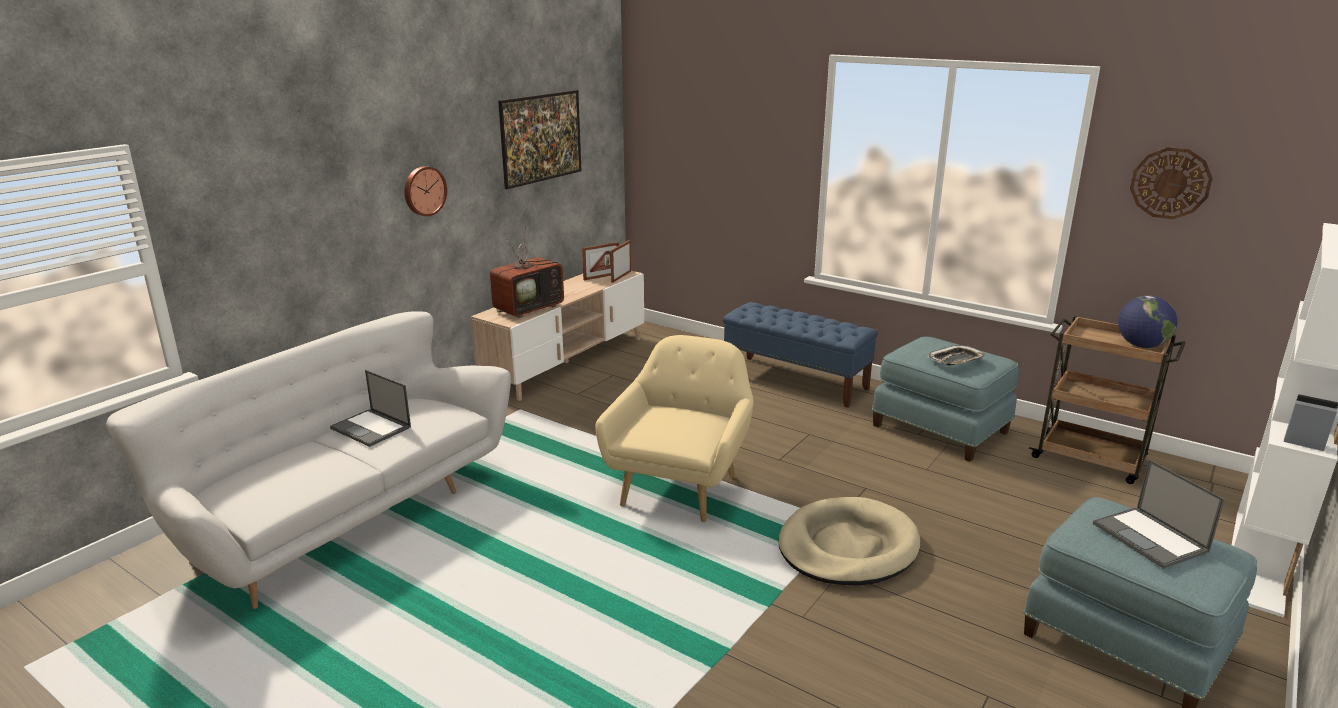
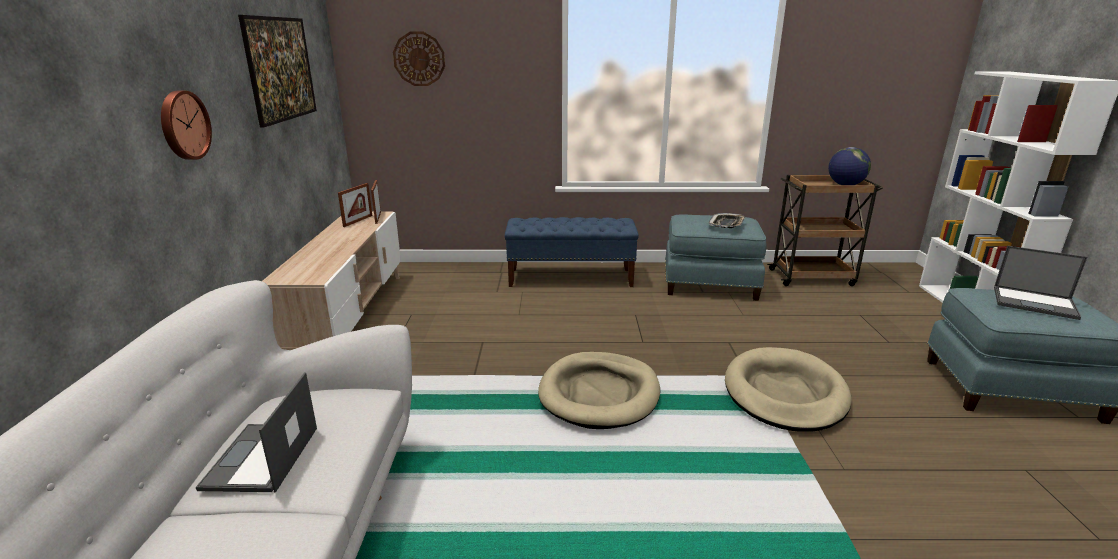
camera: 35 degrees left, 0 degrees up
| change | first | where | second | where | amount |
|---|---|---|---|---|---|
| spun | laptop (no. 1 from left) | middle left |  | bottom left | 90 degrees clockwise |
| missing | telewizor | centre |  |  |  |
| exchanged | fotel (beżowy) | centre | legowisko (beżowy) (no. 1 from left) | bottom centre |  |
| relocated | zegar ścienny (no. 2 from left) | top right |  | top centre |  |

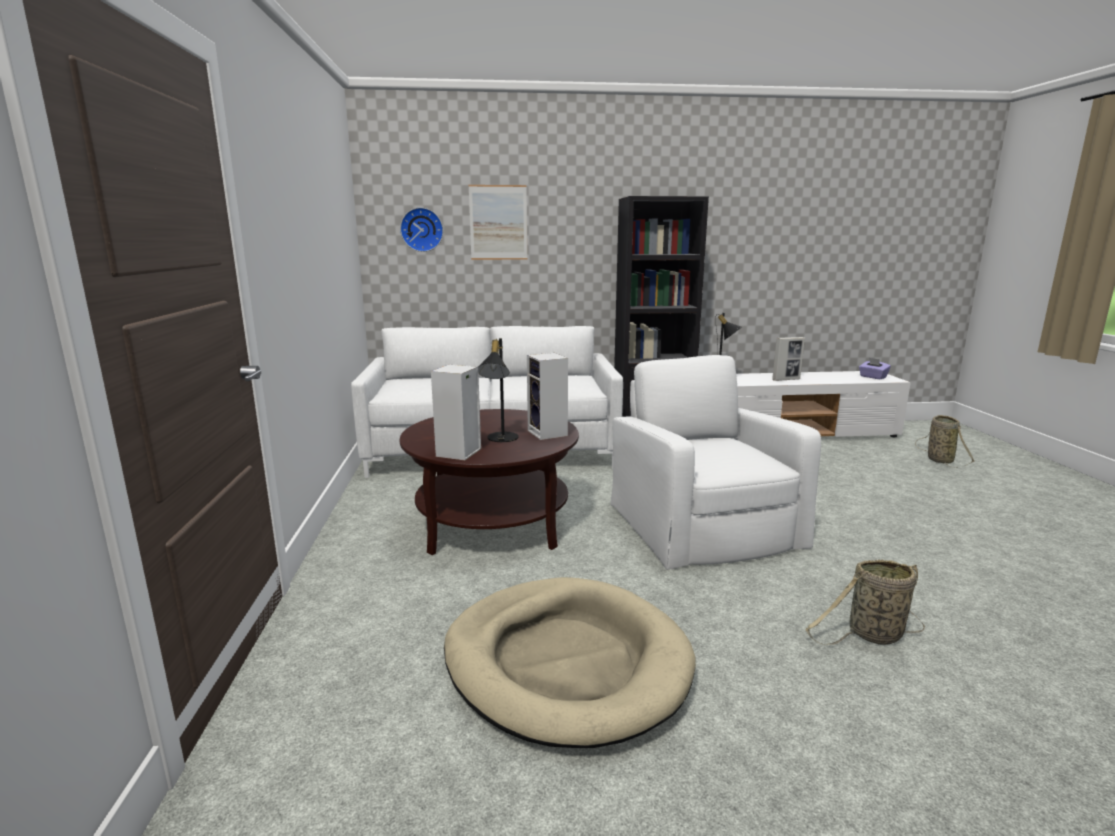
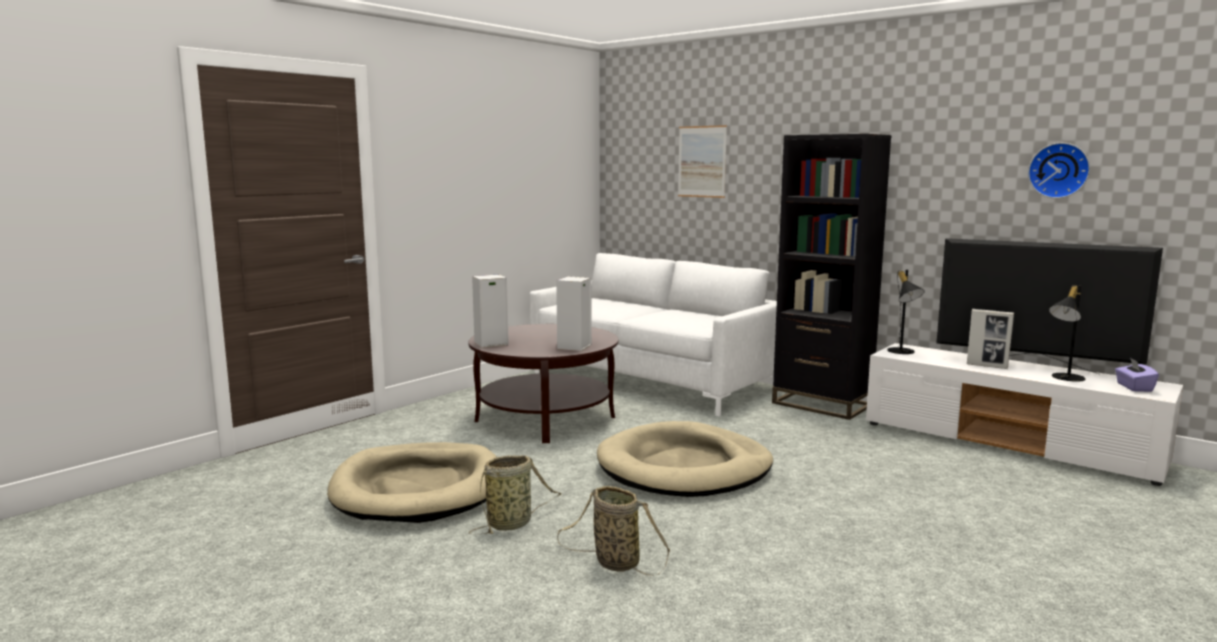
camera: 45 degrees right, 5 degrees down
| change | first | where | second | where | amount |
|---|---|---|---|---|---|
| relocated | zegar ścienny | top centre |  | top right |  |
| relocated | lampa stołowa (czarny) (no. 1 from left in the first image) | centre | lampa stołowa (czarny) (no. 2 from left) | middle right |  |
| exchanged | fotel (biały) | centre | legowisko (beżowy) (no. 2 from left) | bottom centre |  |
| relocated | koszyk (no. 2 from left in the first image) | middle right | koszyk (no. 1 from left) | bottom centre |  |
| appeared |  |  | telewizor | middle right |  |

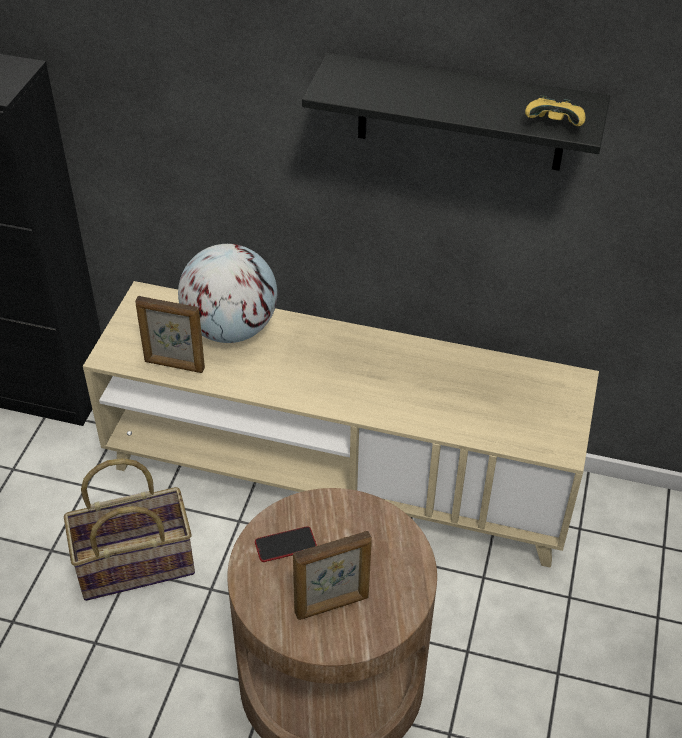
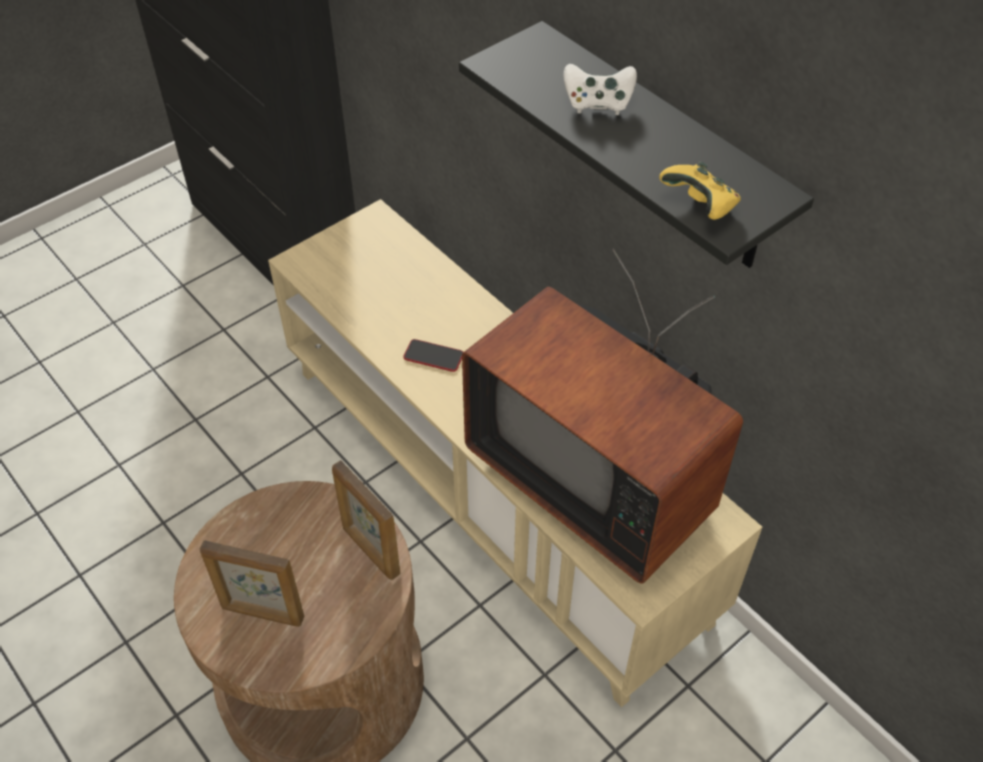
camera: 35 degrees right, 5 degrees up
| change | first | where | second | where | amount |
|---|---|---|---|---|---|
| missing | koszyk | bottom left |  |  |  |
| relocated | ramka na zdjęcie (no. 1 from left in the first image) | middle left | ramka na zdjęcie (no. 2 from left) | bottom centre |  |
| missing | globus | middle left |  |  |  |
| relocated | telefon | bottom centre |  | centre |  |
| appeared |  |  | telewizor | centre |  |
| appeared |  |  | pad do gier (biały) | top centre |  |

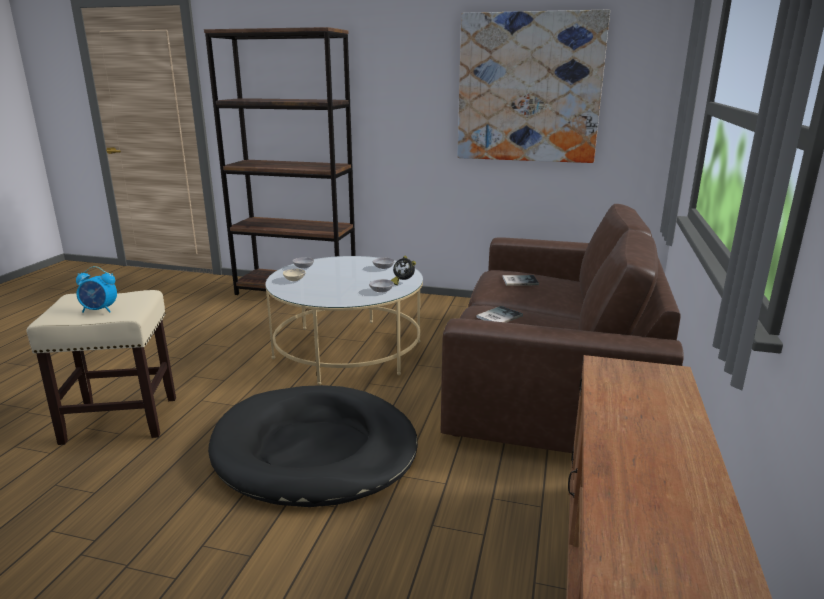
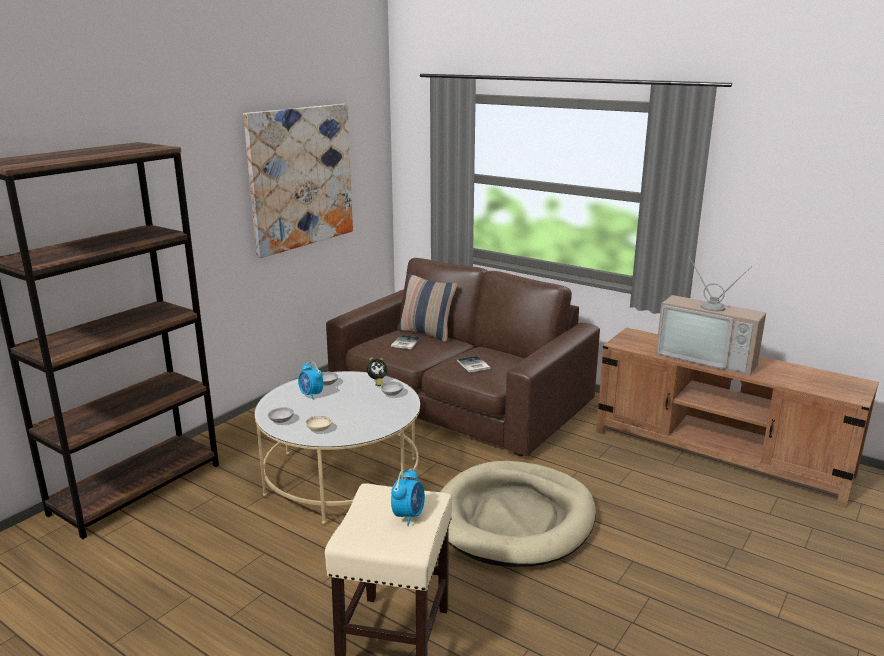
camera: 70 degrees left, 0 degrees up
| change | first | where | second | where | amount |
|---|---|---|---|---|---|
| colour | legowisko (czarny) | bottom centre | legowisko (beżowy) | bottom centre |  |
| appeared |  |  | budzik (no. 1 from left) | centre |  |
| appeared |  |  | poduszka | centre |  |
| appeared |  |  | telewizor | middle right |  |

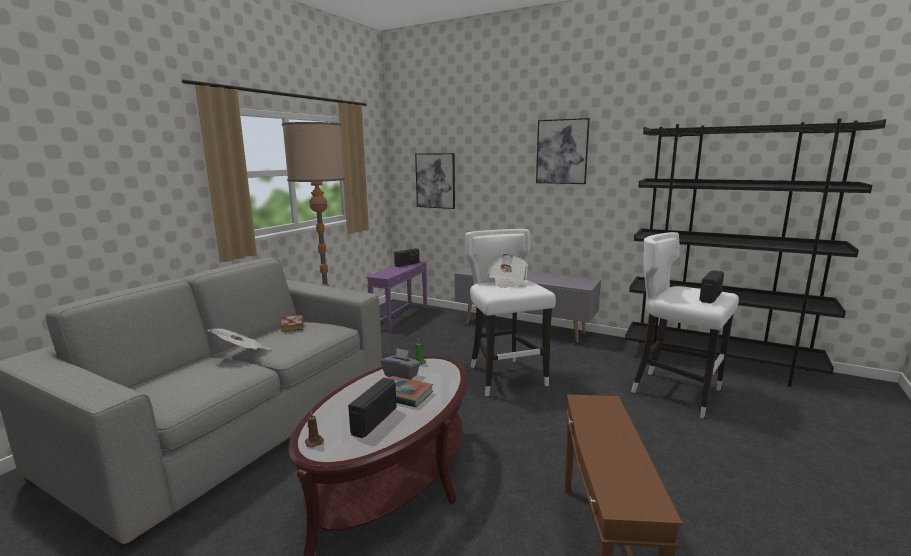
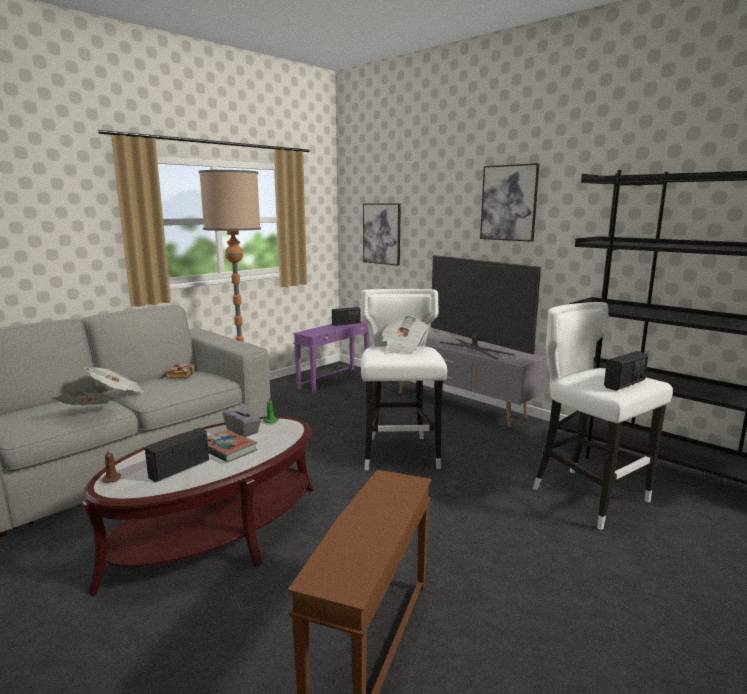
camera: 15 degrees right, 0 degrees up
| change | first | where | second | where | amount |
|---|---|---|---|---|---|
| appeared |  |  | gazeta (no. 1 from left) | middle left |  |
| appeared |  |  | telewizor | centre |  |

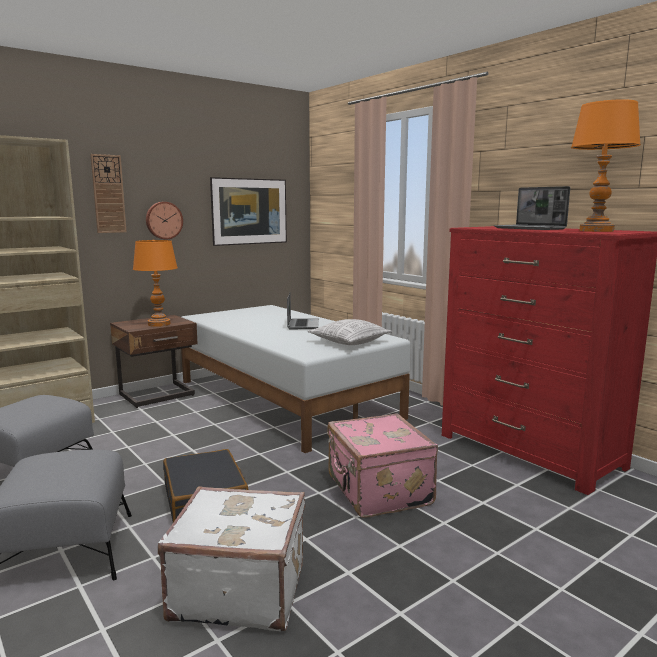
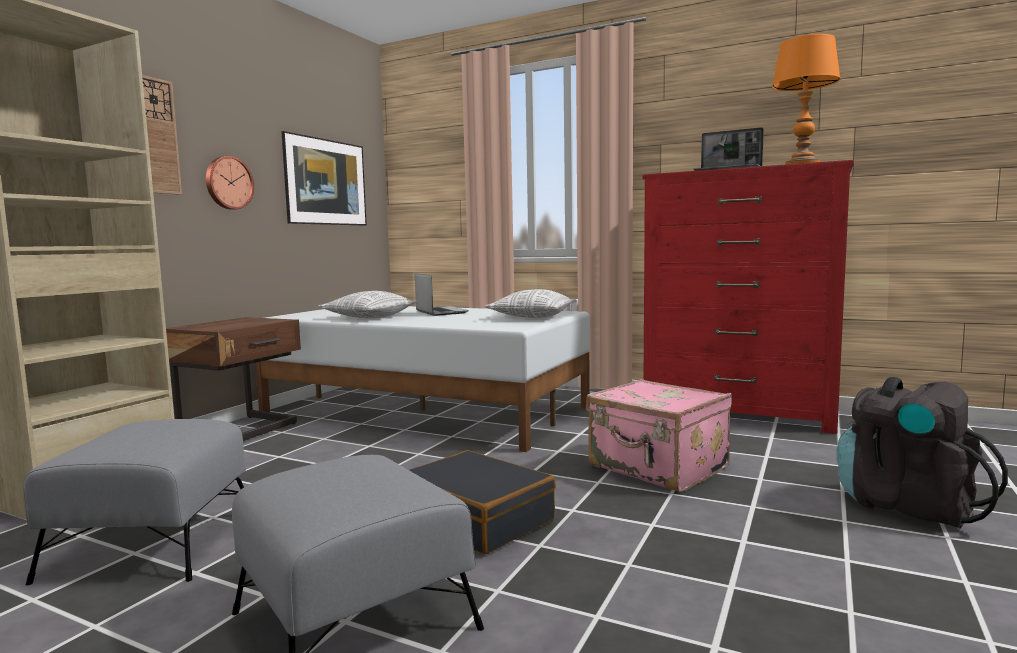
camera: 25 degrees left, 5 degrees down
| change | first | where | second | where | amount |
|---|---|---|---|---|---|
| missing | lampa stołowa (pomarańczowy) (no. 1 from left) | middle left |  |  |  |
| missing | walizka (biały) | bottom centre |  |  |  |
| appeared |  |  | poduszka (no. 1 from left) | centre |  |
| appeared |  |  | plecak (czarny) | bottom right |  |

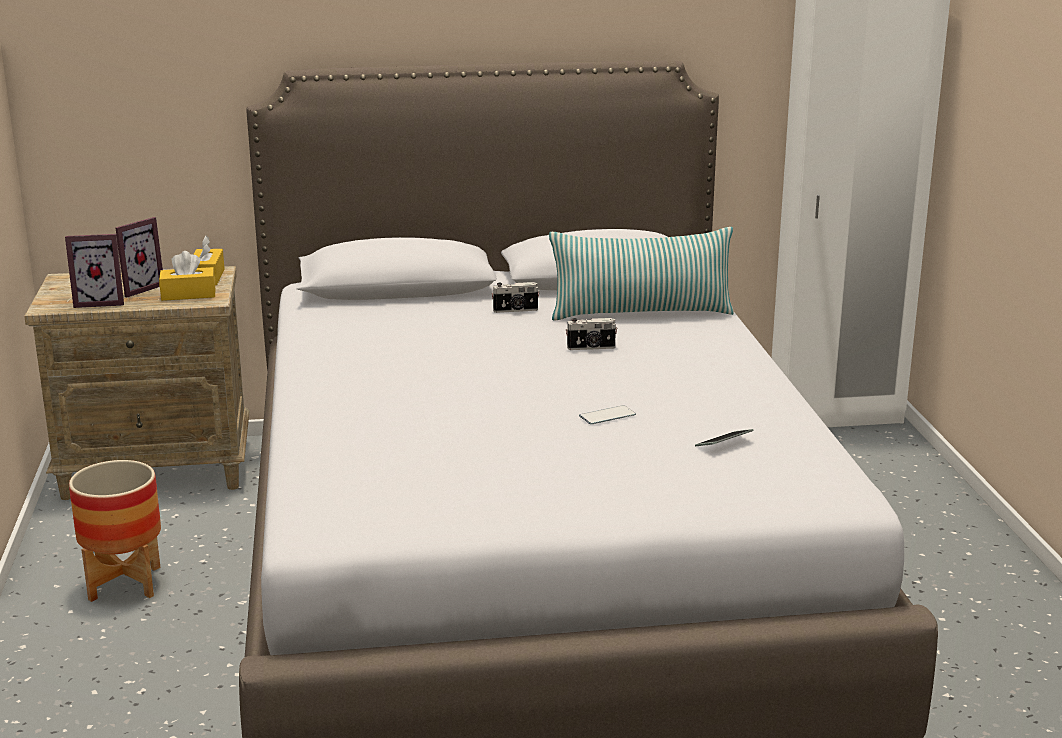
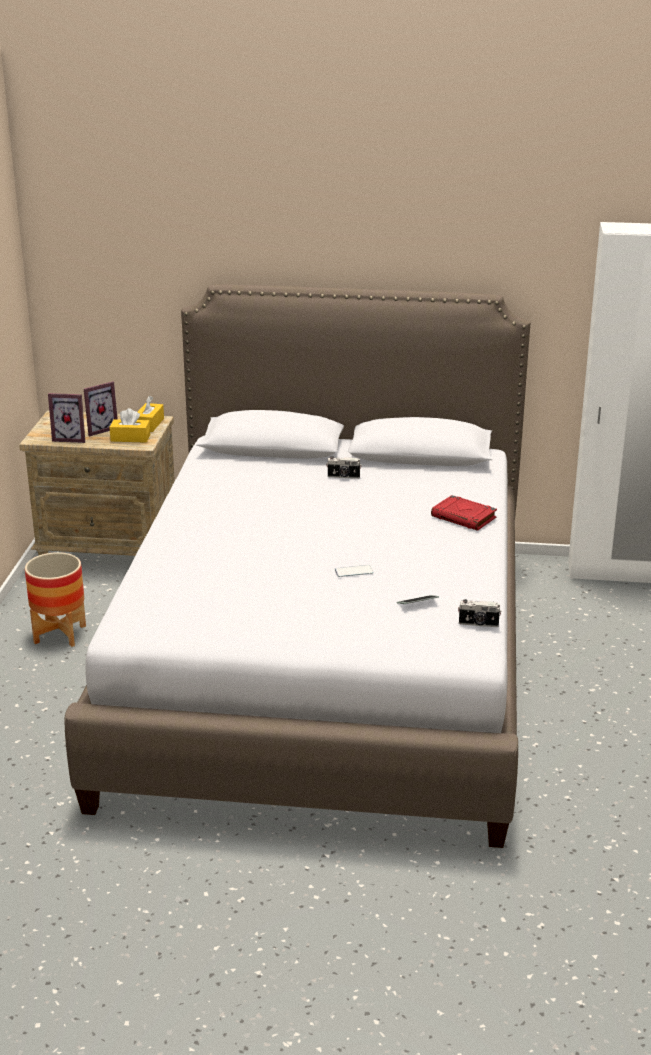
camera: 15 degrees right, 5 degrees up
| change | first | where | second | where | amount |
|---|---|---|---|---|---|
| missing | poduszka | centre |  |  |  |
| relocated | aparat fotograficzny (no. 2 from left) | centre |  | middle right |  |
| appeared |  |  | książka (czerwony) | middle right |  |

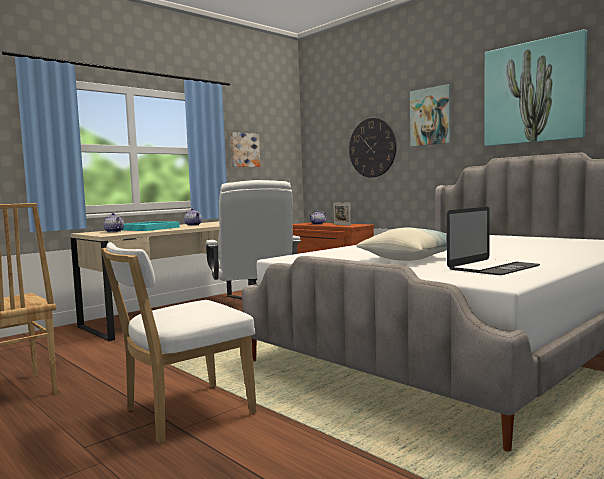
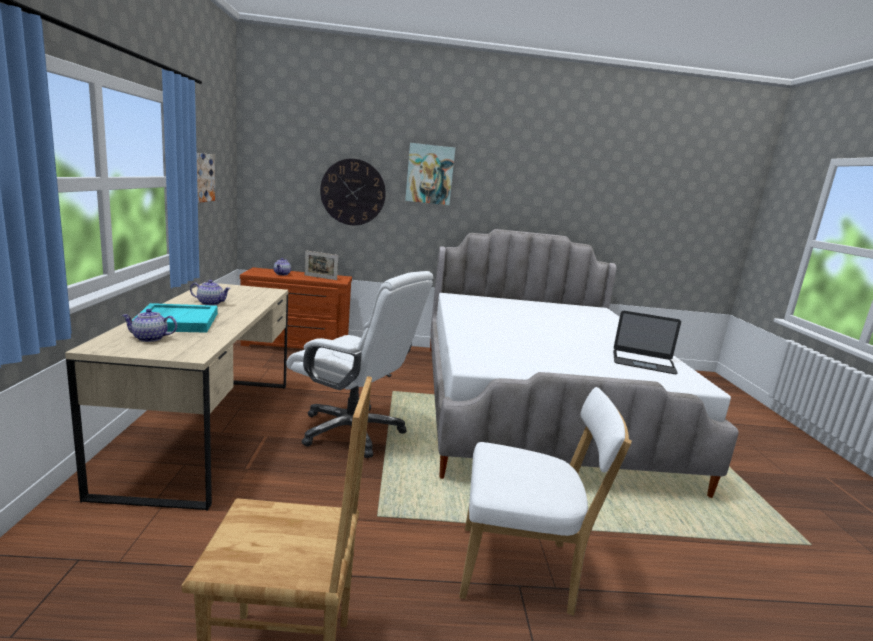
camera: 50 degrees left, 10 degrees up
| change | first | where | second | where | amount |
|---|---|---|---|---|---|
| spun | krzesło (biały) | bottom left |  | bottom centre | 90 degrees counterclockwise |
| missing | poduszka | centre |  |  |  |
| spun | laptop | middle right |  | middle right | 105 degrees clockwise |
| missing | obraz (no. 3 from left) | top right |  |  |  |

